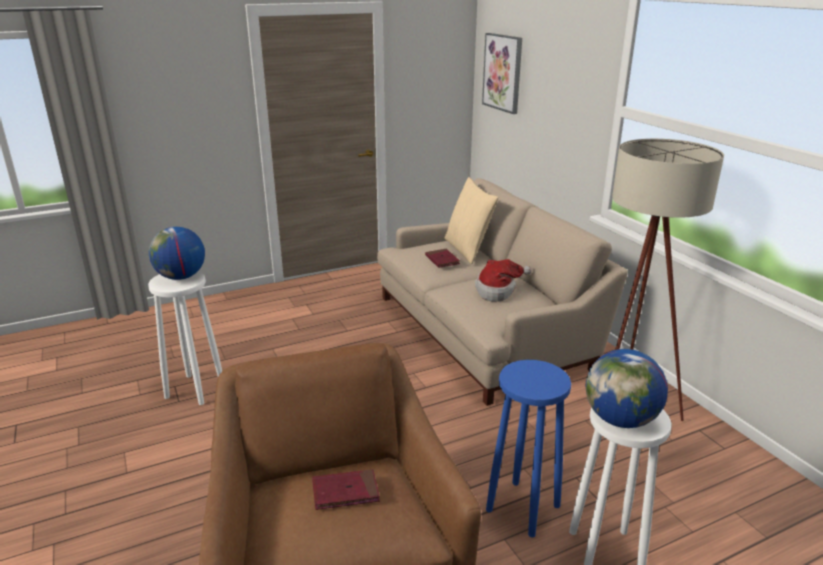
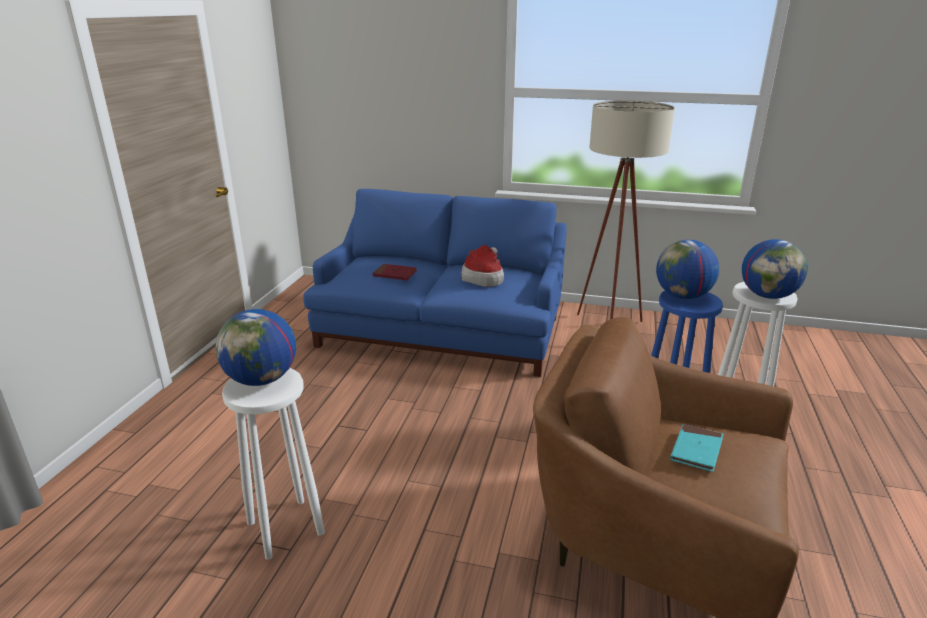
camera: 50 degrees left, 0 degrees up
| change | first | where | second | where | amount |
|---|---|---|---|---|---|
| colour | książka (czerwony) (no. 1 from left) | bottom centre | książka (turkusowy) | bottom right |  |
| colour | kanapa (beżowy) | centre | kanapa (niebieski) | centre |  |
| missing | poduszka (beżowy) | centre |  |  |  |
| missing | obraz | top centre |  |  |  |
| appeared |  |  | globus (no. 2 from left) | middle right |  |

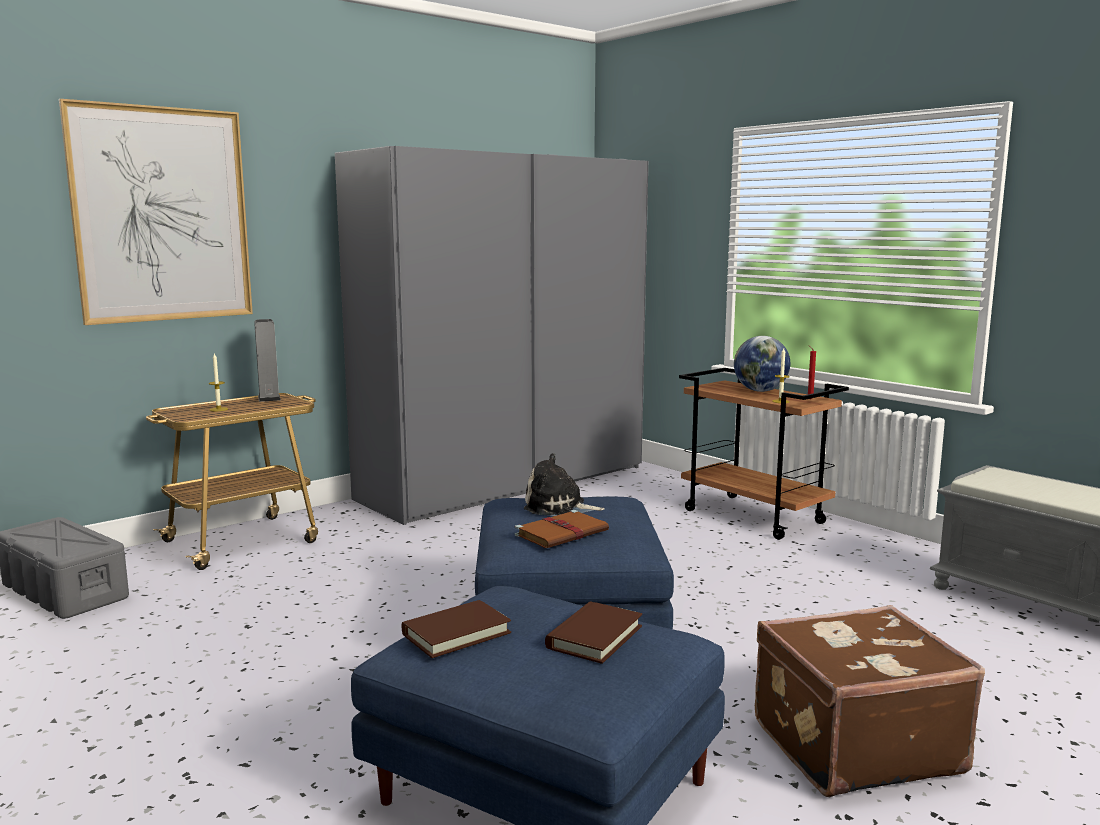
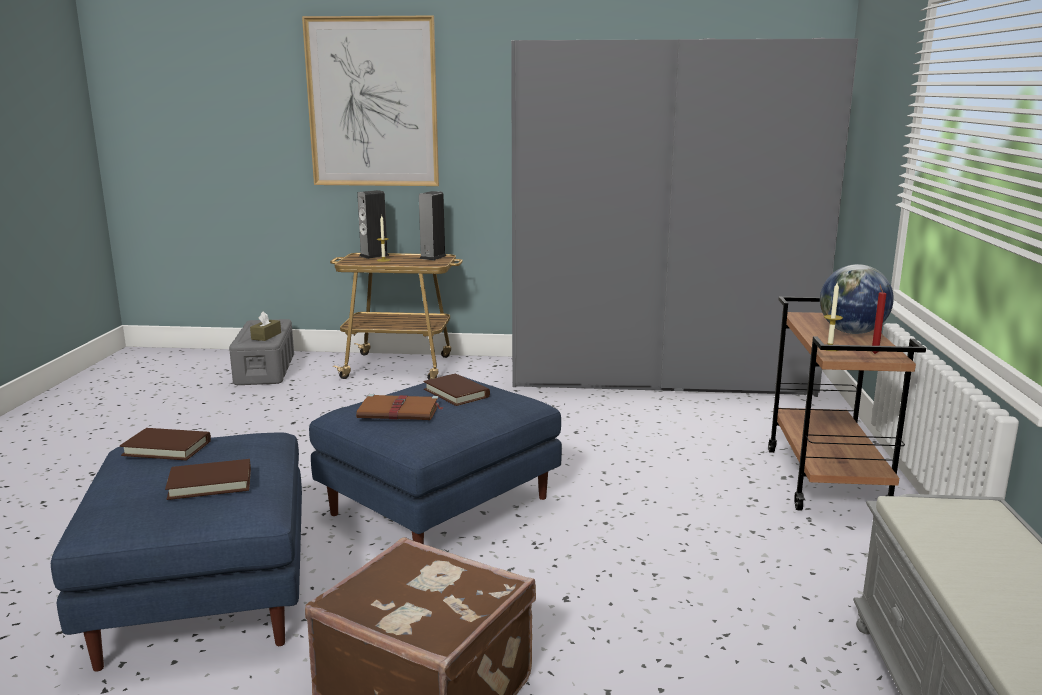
camera: 45 degrees right, 5 degrees up
| change | first | where | second | where | amount |
|---|---|---|---|---|---|
| exchanged | pluszak | centre | książka (brązowy) (no. 4 from left) | centre |  |
| appeared |  |  | pudełko chusteczek (brązowy) | middle left |  |
| appeared |  |  | głośnik (no. 1 from left) | top centre |  |

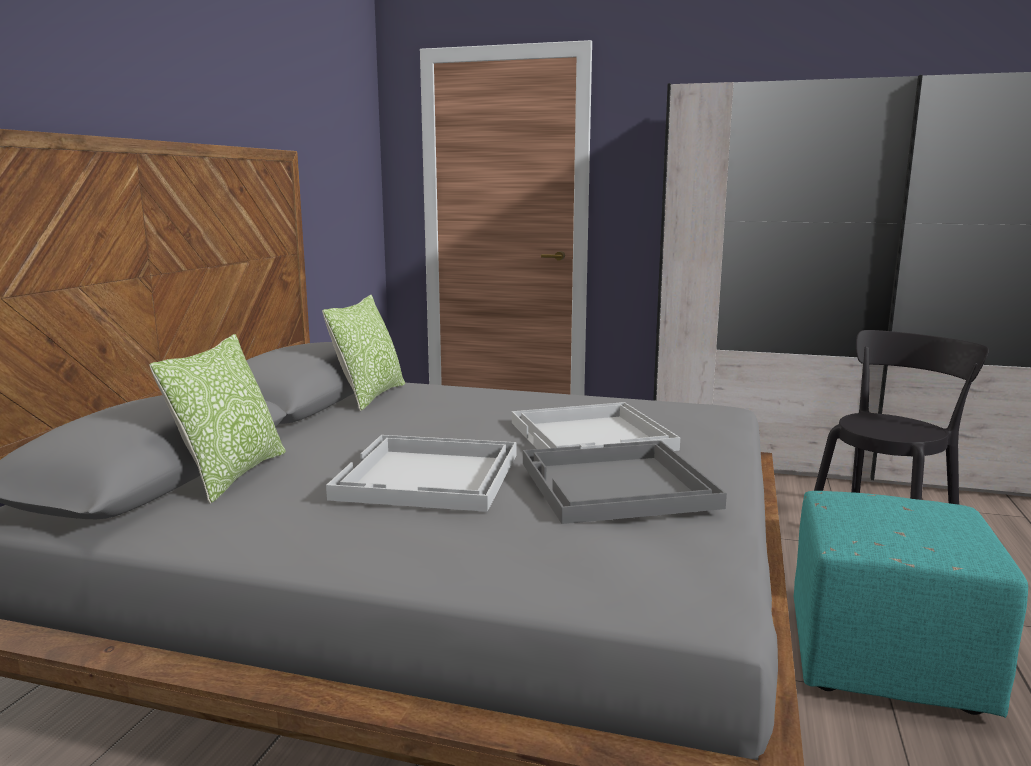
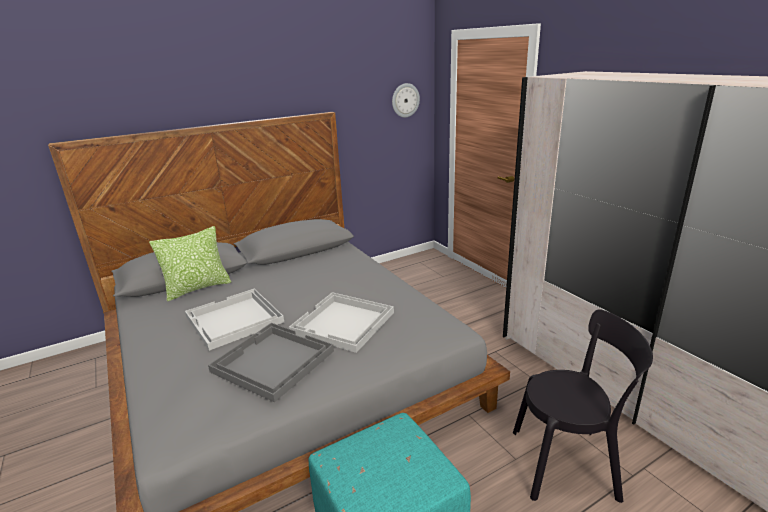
camera: 45 degrees right, 10 degrees up
| change | first | where | second | where | amount |
|---|---|---|---|---|---|
| missing | poduszka (no. 2 from left) | centre |  |  |  |
| appeared |  |  | zegar ścienny | top centre |  |

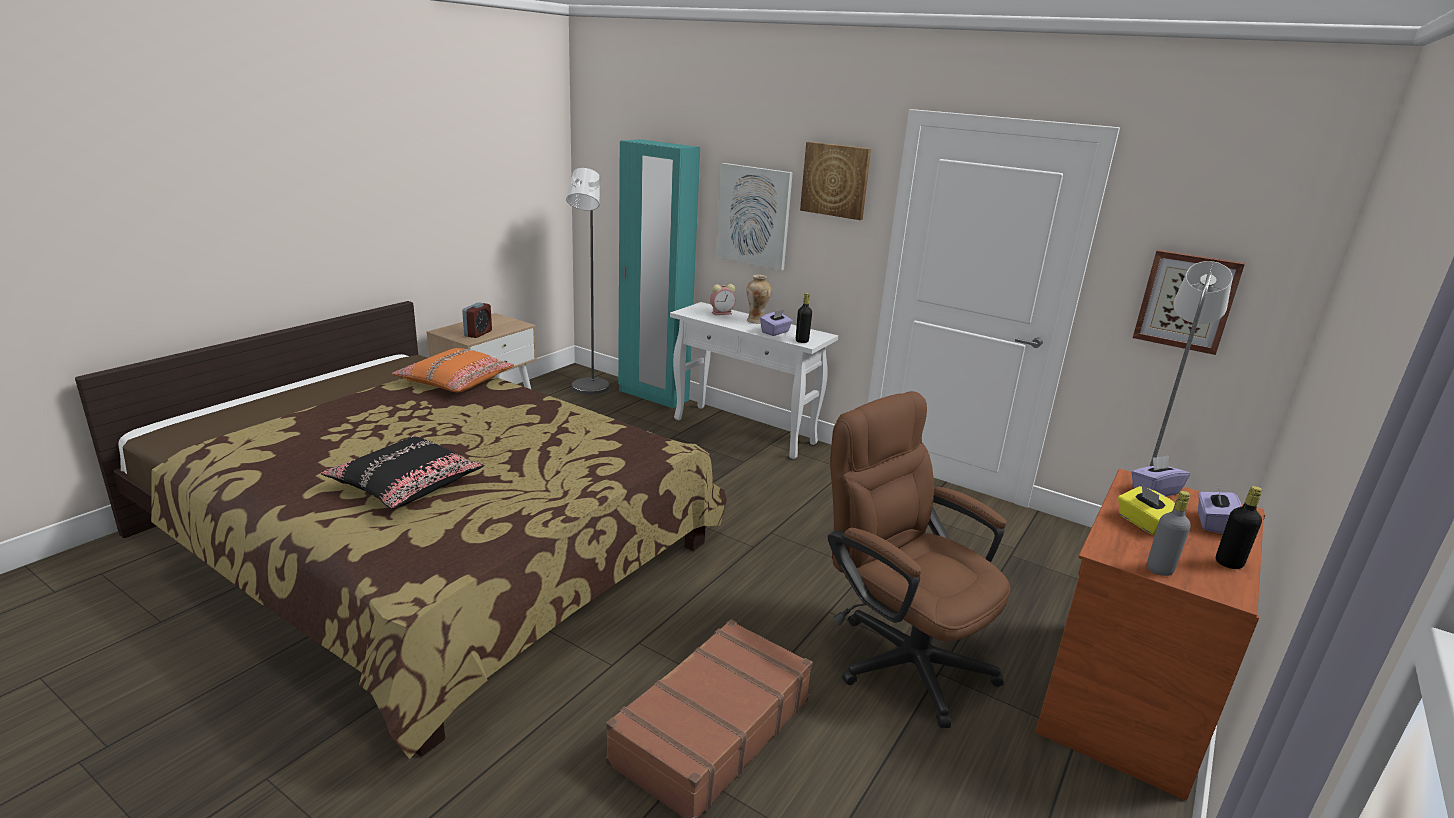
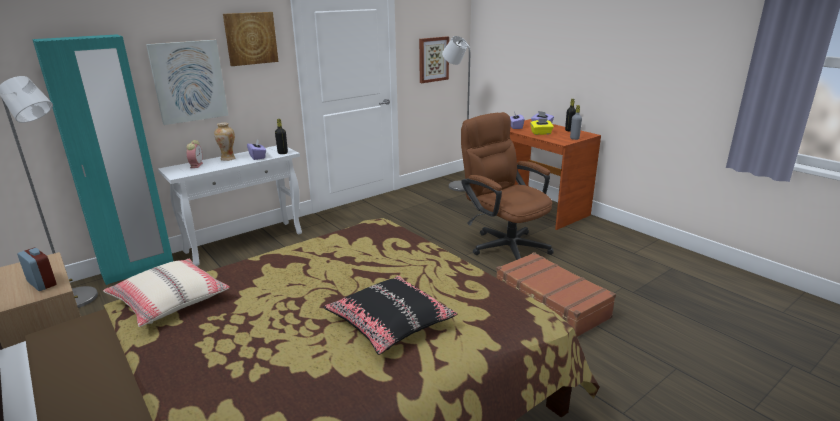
camera: 70 degrees left, 0 degrees up
| change | first | where | second | where | amount |
|---|---|---|---|---|---|
| colour | poduszka (pomarańczowy) | middle left | poduszka (beżowy) | bottom left |  |
| spun | krzesło biurowe (brązowy) | bottom centre |  | centre | 75 degrees clockwise |

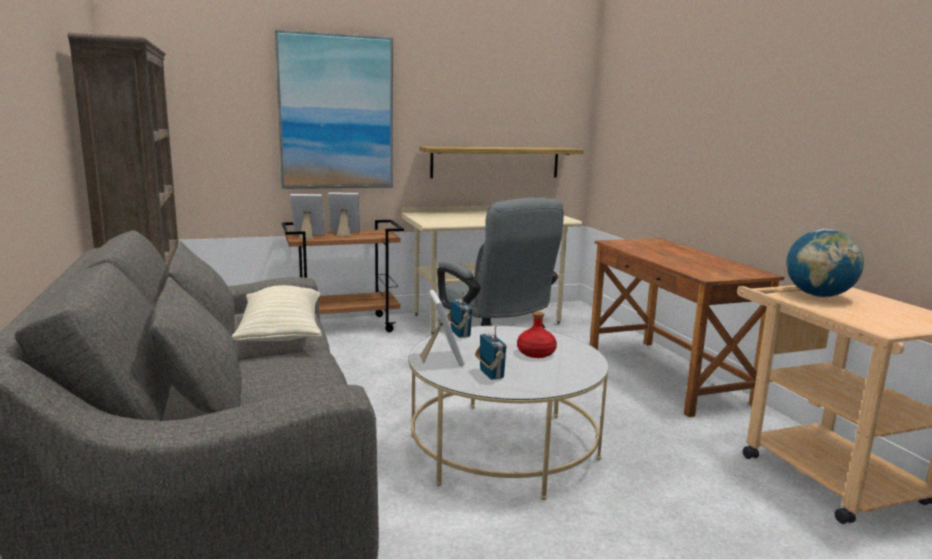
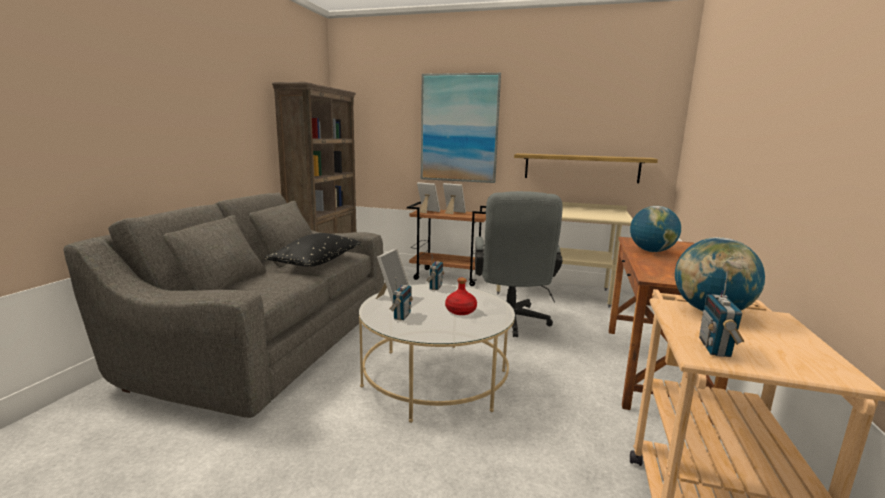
camera: 35 degrees right, 0 degrees up
| change | first | where | second | where | amount |
|---|---|---|---|---|---|
| colour | poduszka (beżowy) | middle left | poduszka (czarny) | centre |  |
| appeared |  |  | globus (no. 1 from left) | middle right |  |
| appeared |  |  | radio (no. 3 from left) | middle right |  |

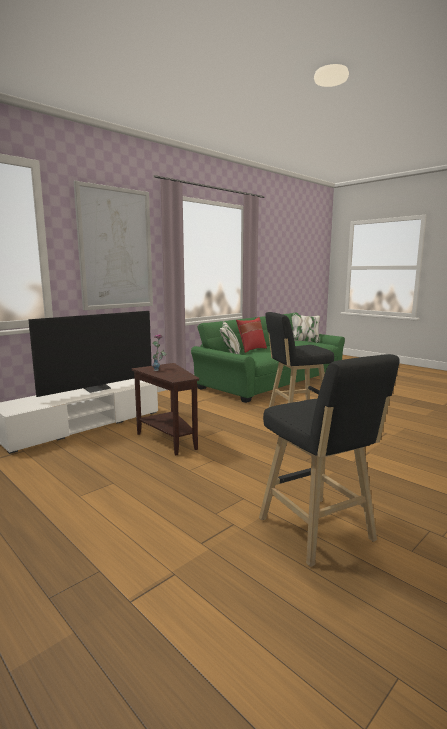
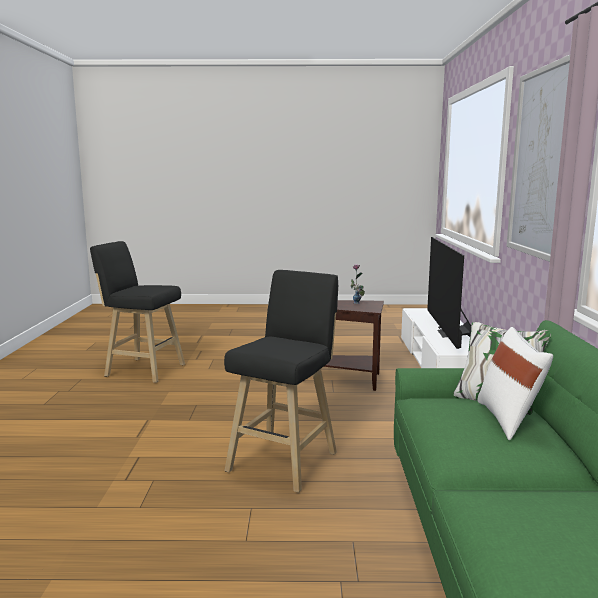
camera: 135 degrees right, 0 degrees up
| change | first | where | second | where | amount |
|---|---|---|---|---|---|
| colour | poduszka (czerwony) | centre | poduszka (biały) | middle right |  |

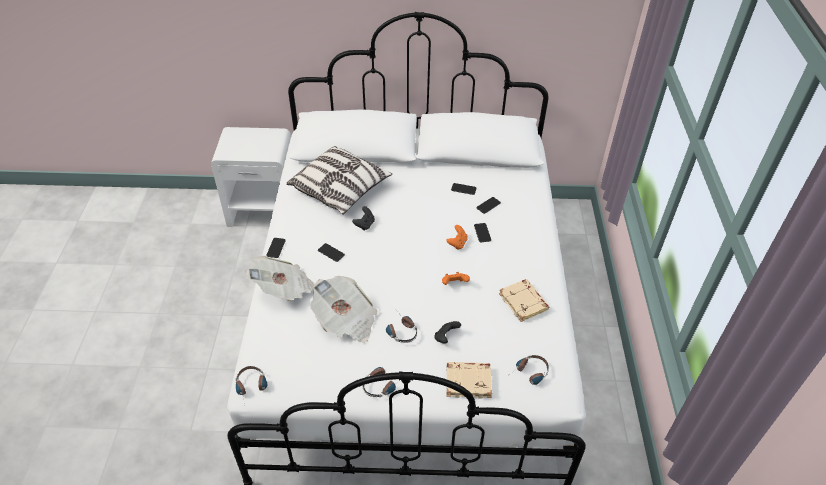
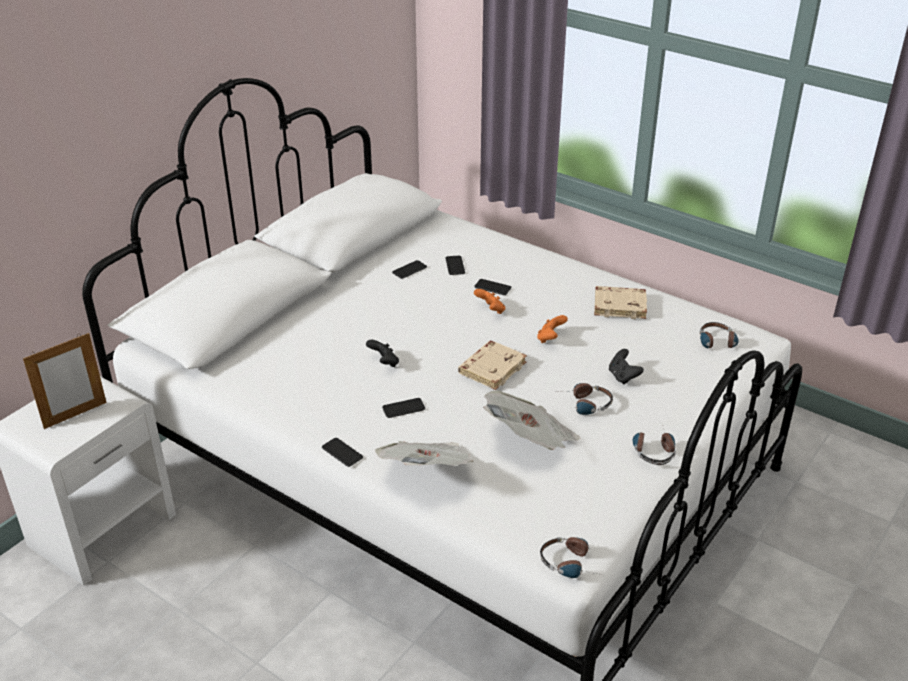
camera: 55 degrees left, 10 degrees down
| change | first | where | second | where | amount |
|---|---|---|---|---|---|
| missing | poduszka | centre |  |  |  |
| relocated | książka (beżowy) (no. 1 from left) | bottom centre |  | centre |  |
| appeared |  |  | ramka na zdjęcie | middle left |  |

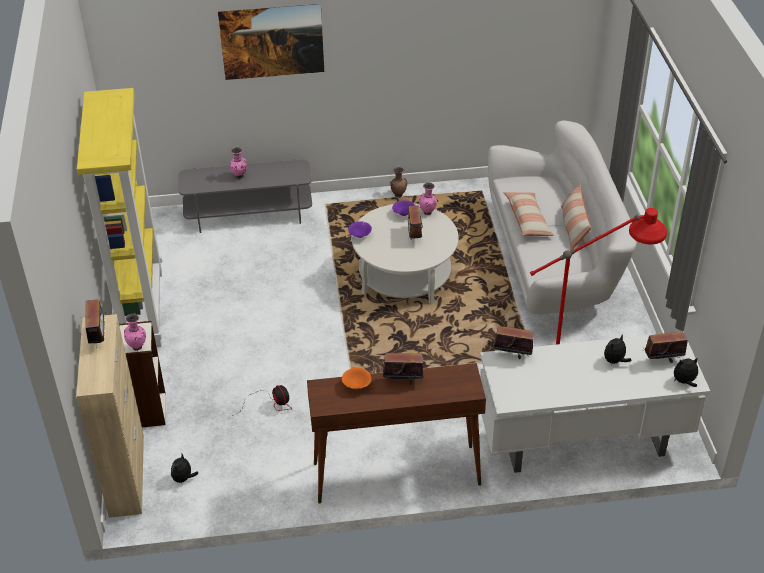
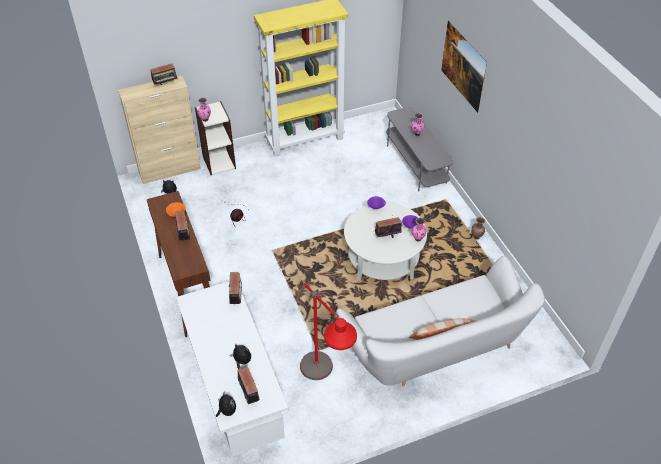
camera: 75 degrees right, 5 degrees up
| change | first | where | second | where | amount |
|---|---|---|---|---|---|
| missing | poduszka (no. 1 from left) | middle right |  |  |  |

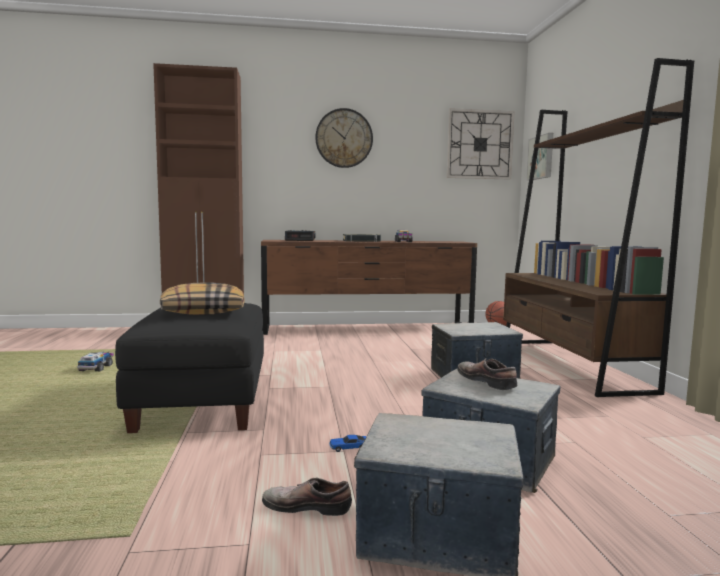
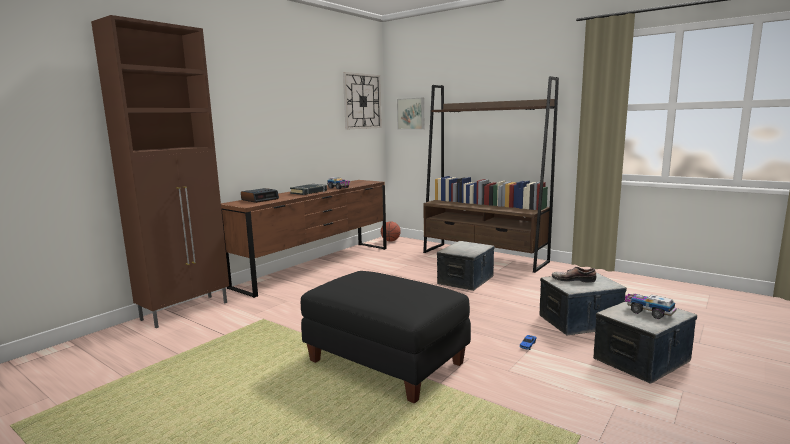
camera: 45 degrees left, 5 degrees up
| change | first | where | second | where | amount |
|---|---|---|---|---|---|
| relocated | ciężarówka zabawkowa (no. 1 from left in the first image) | middle left | ciężarówka zabawkowa (no. 2 from left) | bottom right |  |
| missing | poduszka | middle left |  |  |  |
| missing | but (no. 1 from left) | bottom centre |  |  |  |
| missing | zegar ścienny (no. 1 from left) | top centre |  |  |  |

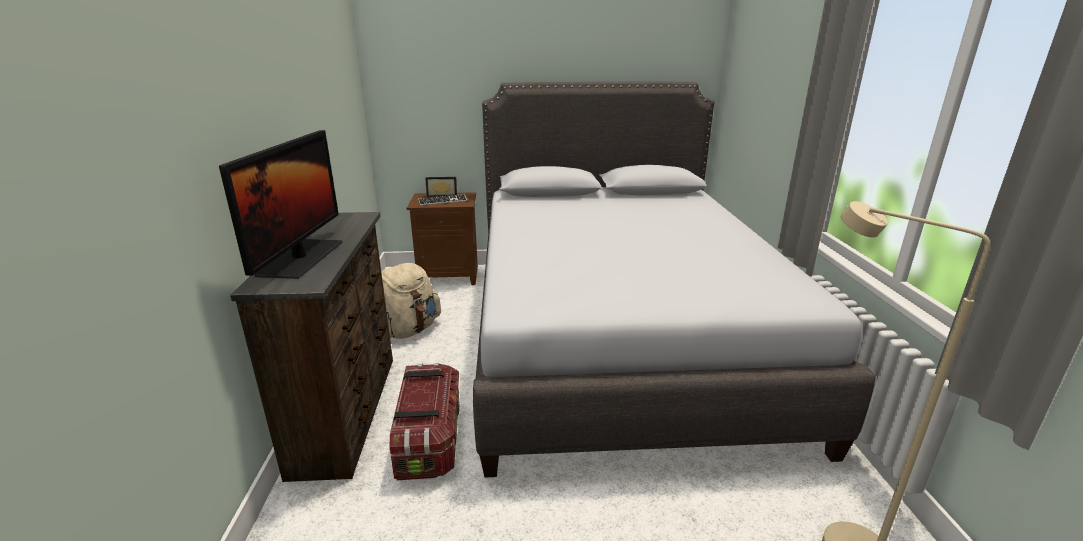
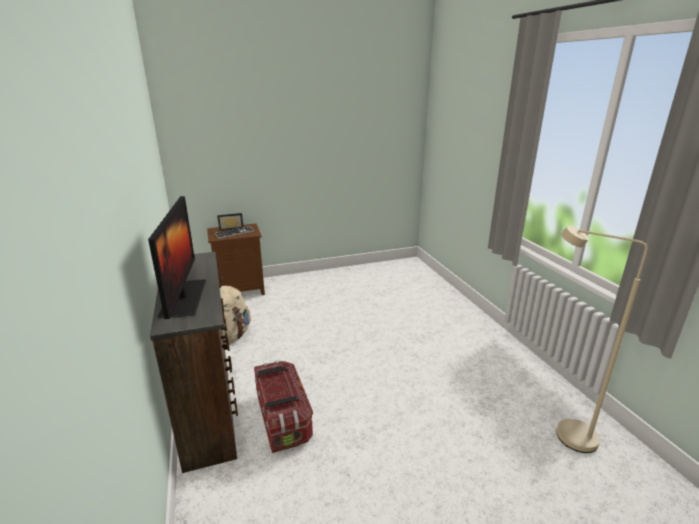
camera: 15 degrees left, 0 degrees up
| change | first | where | second | where | amount |
|---|---|---|---|---|---|
| missing | łóżko (szary) | centre |  |  |  |

